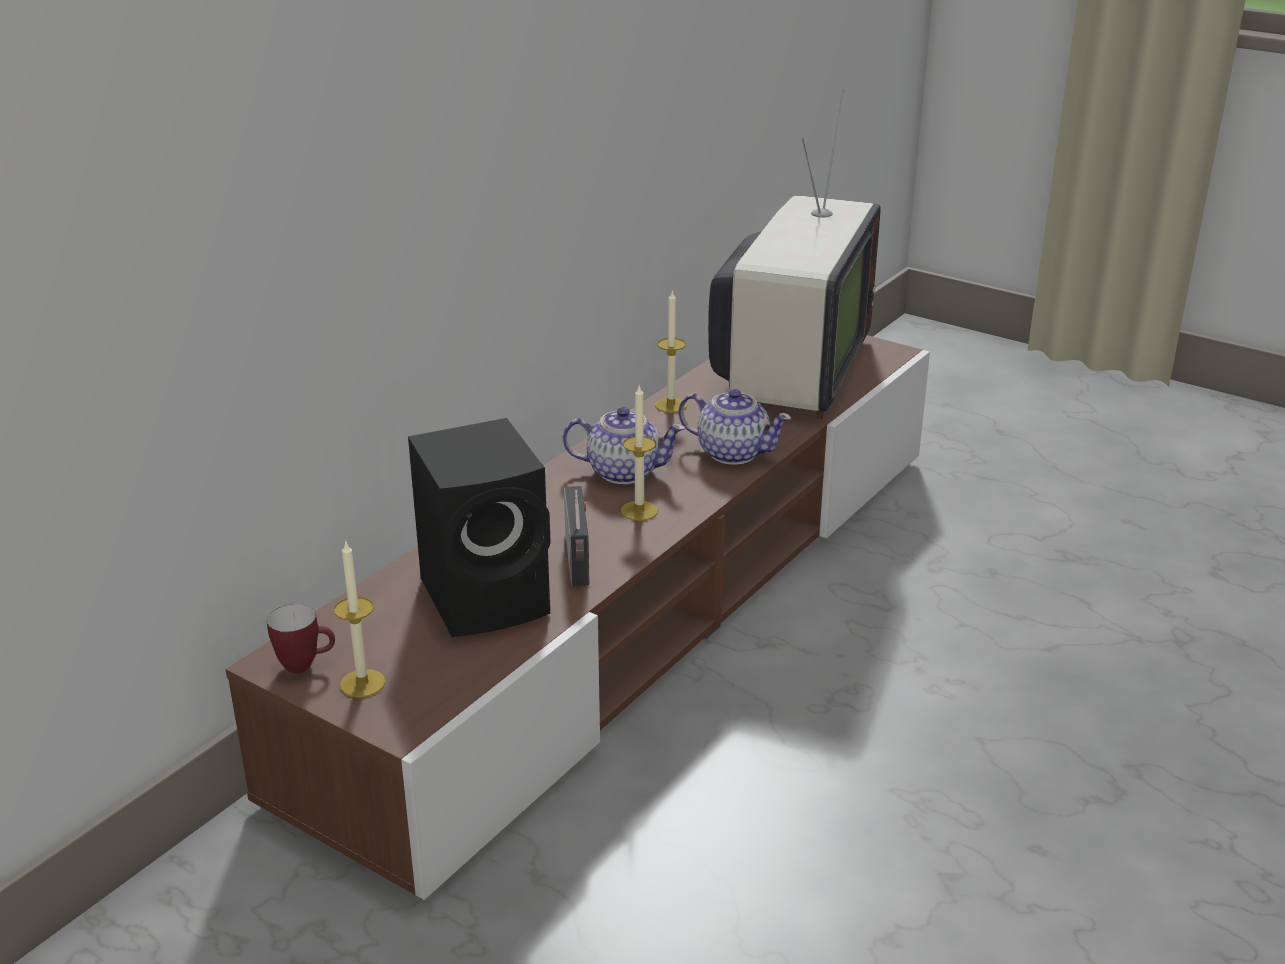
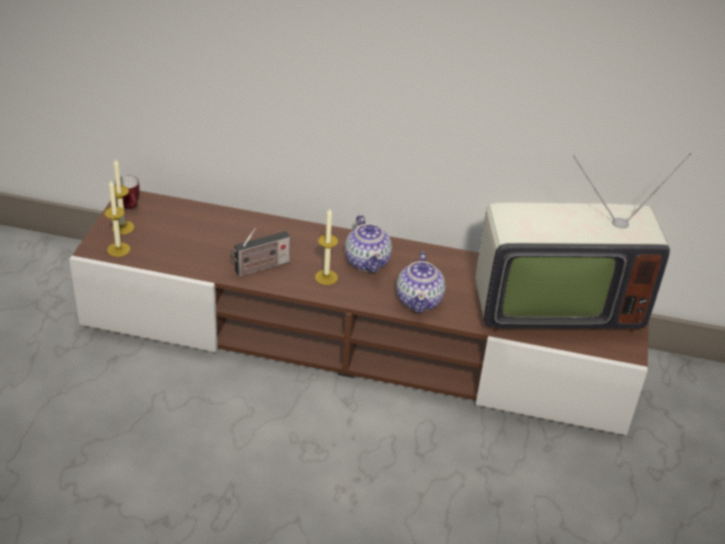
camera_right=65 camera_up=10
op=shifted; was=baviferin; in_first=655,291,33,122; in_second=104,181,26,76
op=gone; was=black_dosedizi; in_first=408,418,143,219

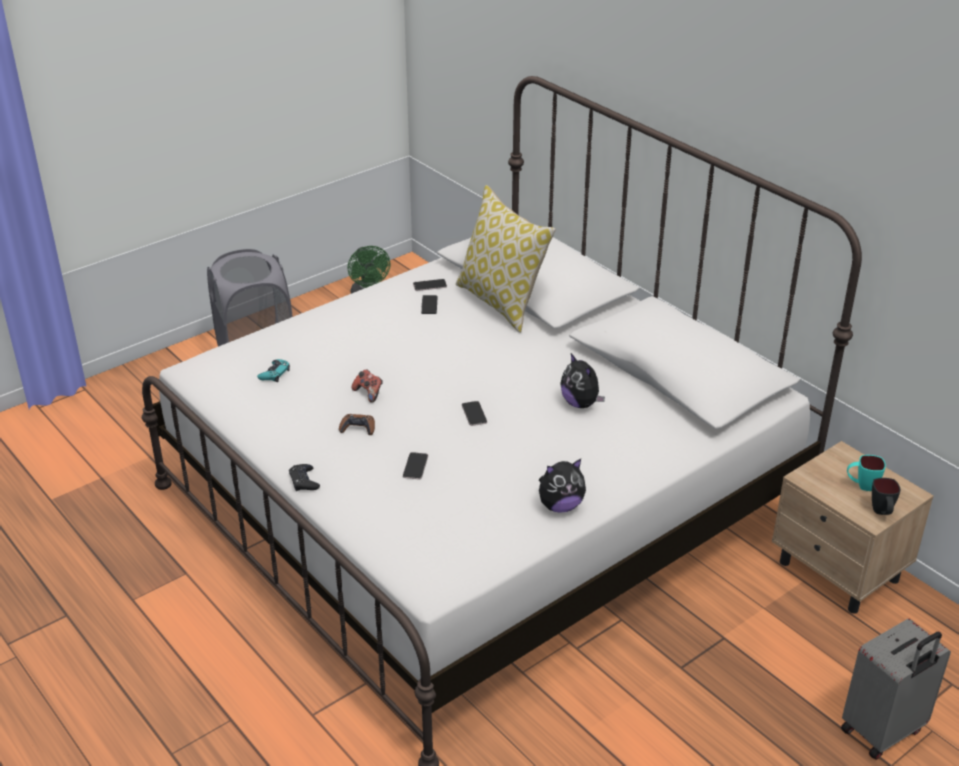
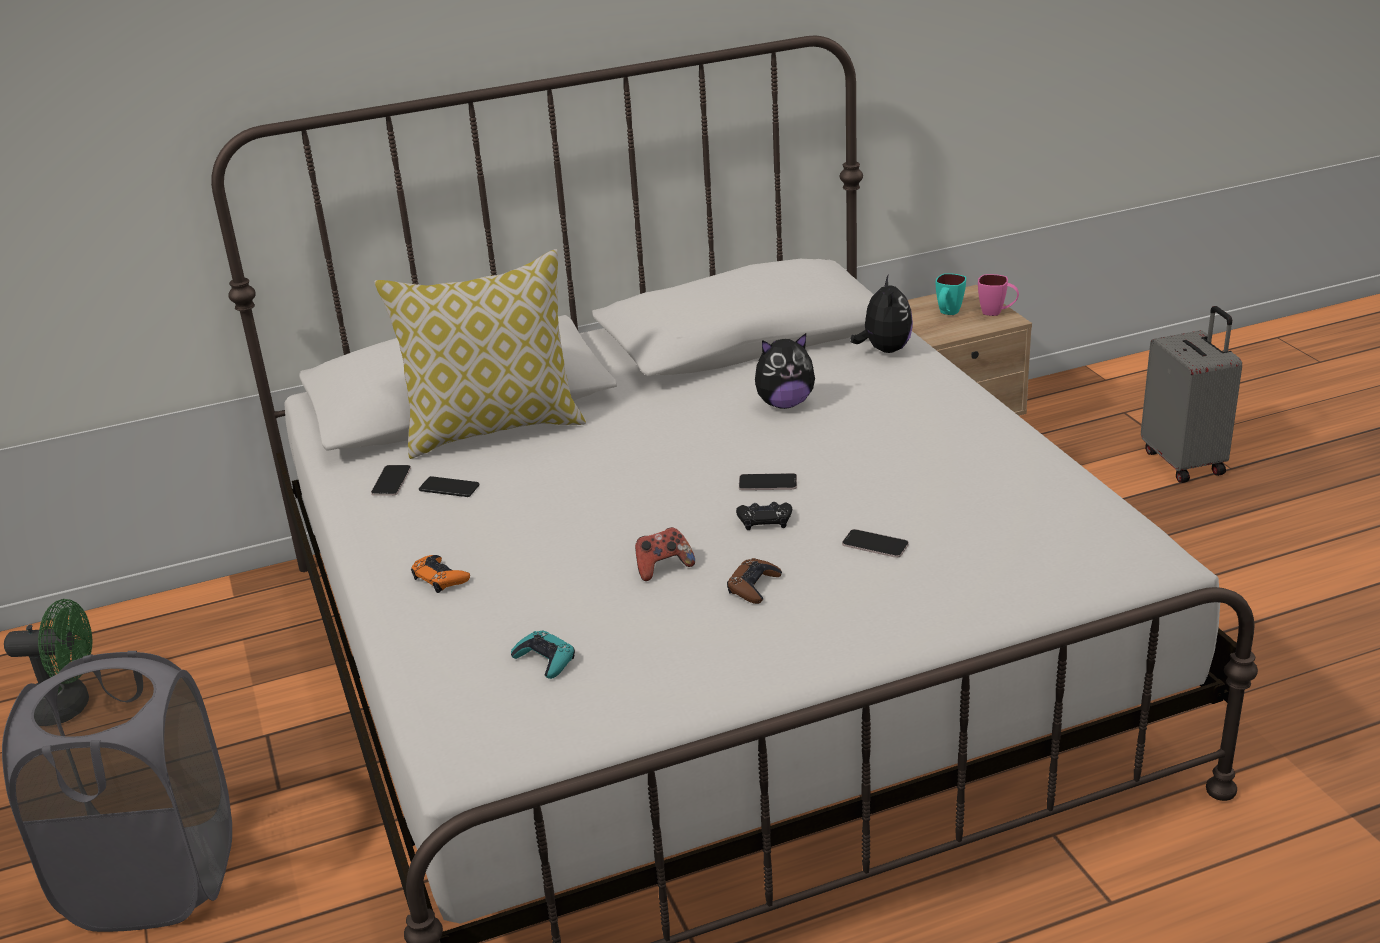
camera_right=-70 camera_up=-5
op=shifted; was=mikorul; in_first=539,459,47,54; in_second=850,275,63,78
op=shifted; was=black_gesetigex; in_first=289,464,31,27; in_second=736,502,56,28
op=repainted; was=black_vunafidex; now=pink_vunafidex; in_first=872,478,28,37; in_second=978,274,41,42
op=new; now=orange_gesetigex; in_second=411,555,59,38

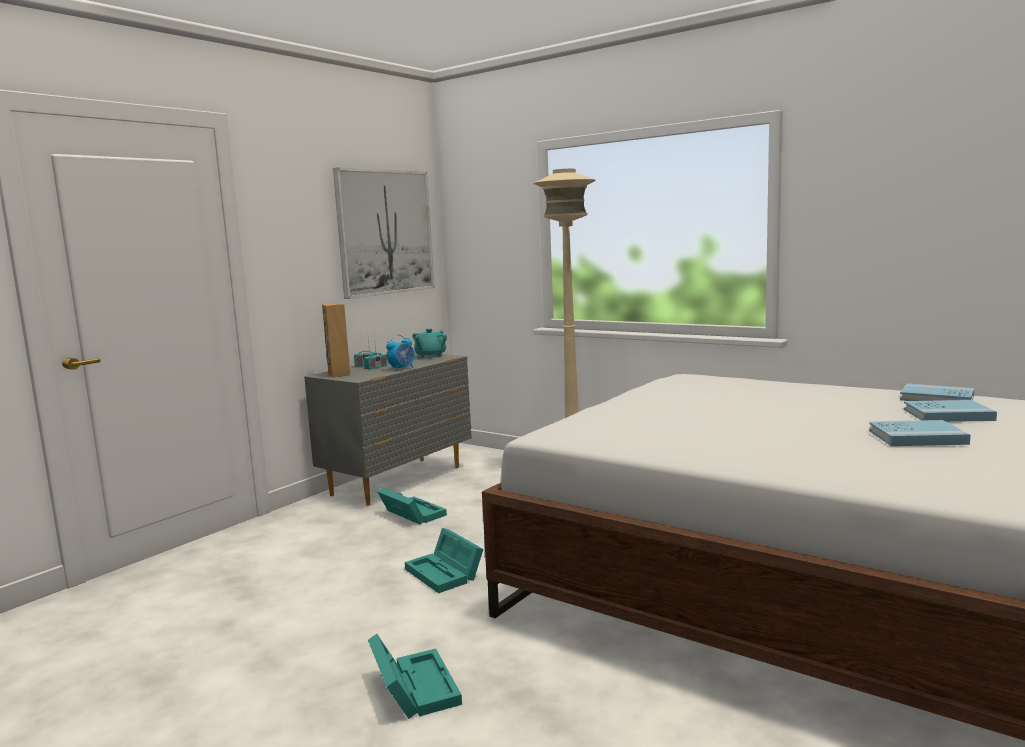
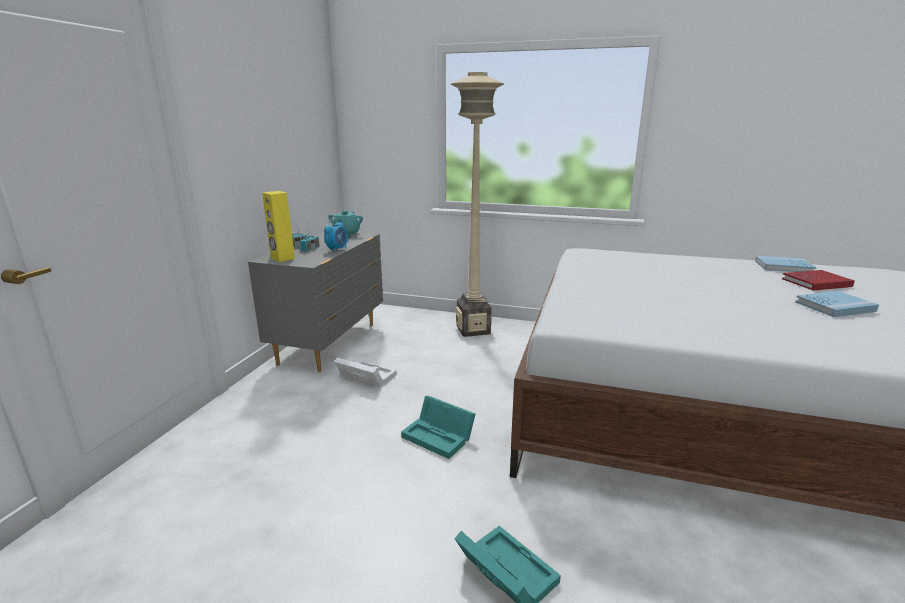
camera_right=-20 camera_up=10
op=gone; was=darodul; in_first=333,167,102,132
op=repainted; was=brown_dosedizi; now=yellow_dosedizi; in_first=322,303,28,74; in_second=262,191,33,71
op=repainted; was=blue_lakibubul; now=red_lakibubul; in_first=904,400,93,22; in_second=782,270,73,21
op=repainted; was=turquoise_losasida; now=white_losasida; in_first=377,487,70,37; in_second=334,357,63,30

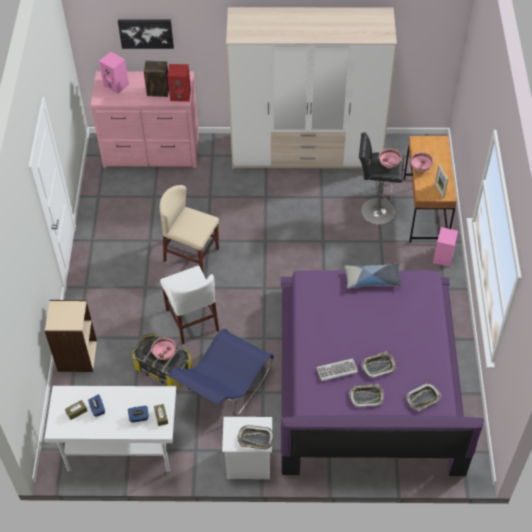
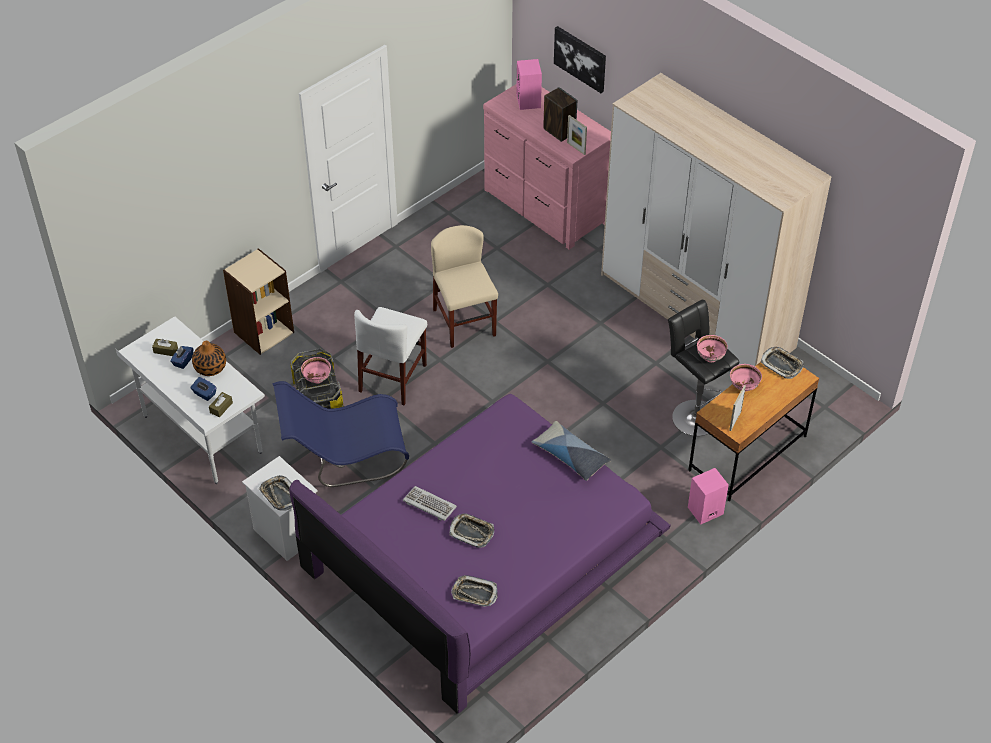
camera_right=45 camera_up=-5
op=swapped; was=red_dosedizi; now=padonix; in_first=168,64,23,38; in_second=567,115,20,40
op=shifted; was=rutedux; in_first=349,384,35,23; in_second=761,347,42,32
op=new; now=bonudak; in_second=192,341,34,35

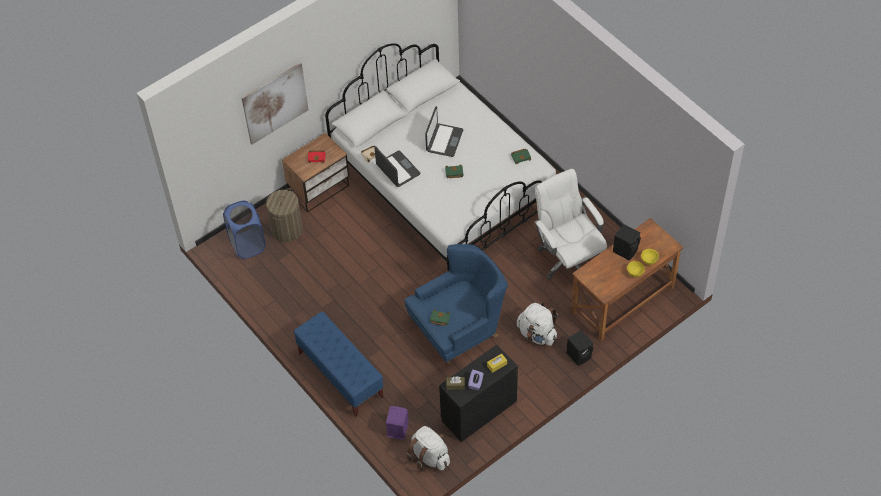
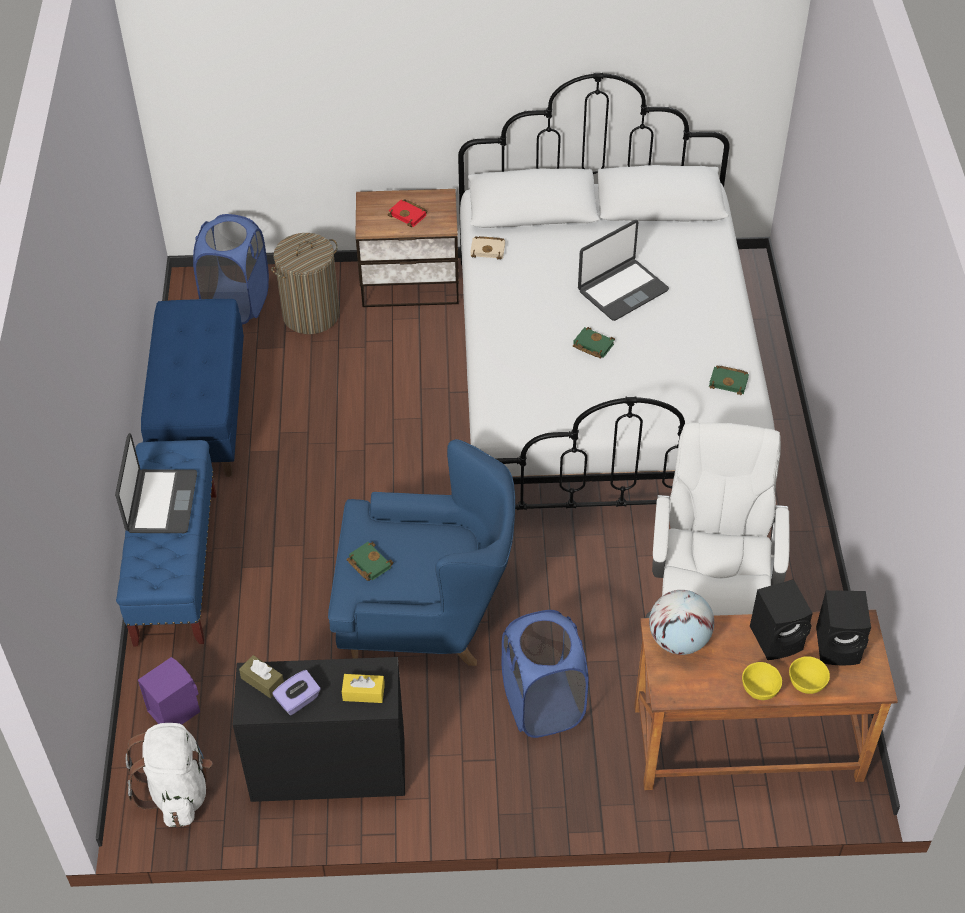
camera_right=35 camera_up=-5
op=gone; was=darodul; in_first=241,62,68,83
op=shifted; was=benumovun; in_first=375,146,46,41; in_second=115,433,82,100
op=swapped; was=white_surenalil; now=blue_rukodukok; in_first=517,301,41,45; in_second=502,610,86,128
op=shifted; was=black_dosedizi; in_first=566,330,27,36; in_second=816,590,55,75
op=new; now=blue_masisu; in_second=141,299,103,178
op=new; now=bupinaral; in_second=649,590,65,65

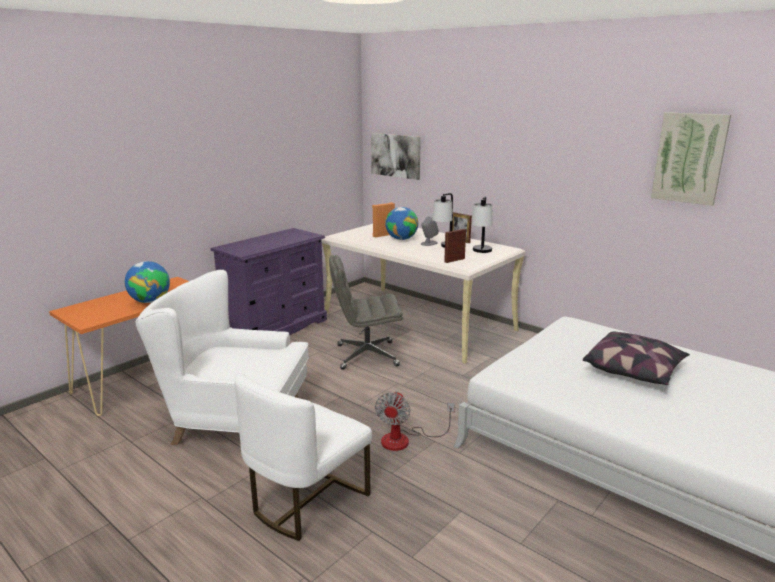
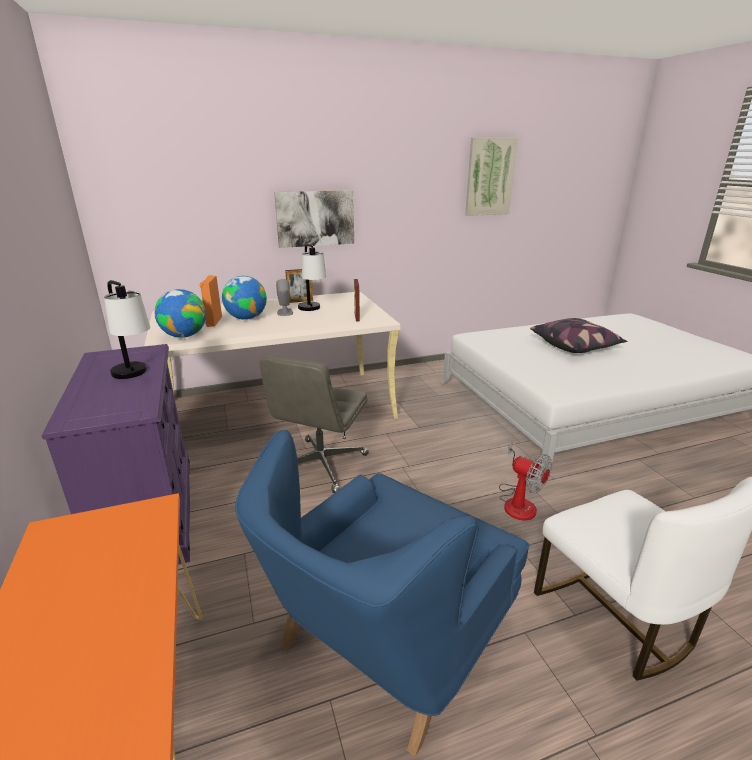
camera_right=-60 camera_up=5
op=shifted; was=darodul; in_first=371,133,50,47; in_second=274,190,80,58
op=shifted; was=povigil; in_first=472,196,21,57; in_second=104,280,46,99
op=shifted; was=bupinaral; in_first=125,261,45,42; in_second=154,289,52,49
op=repainted; was=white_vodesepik; now=blue_vodesepik; in_first=135,270,174,175; in_second=235,430,295,327

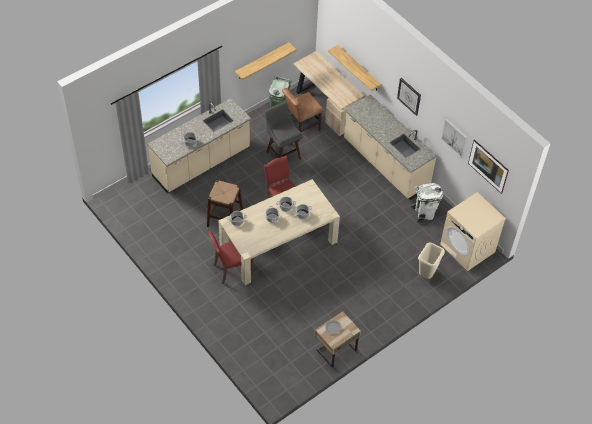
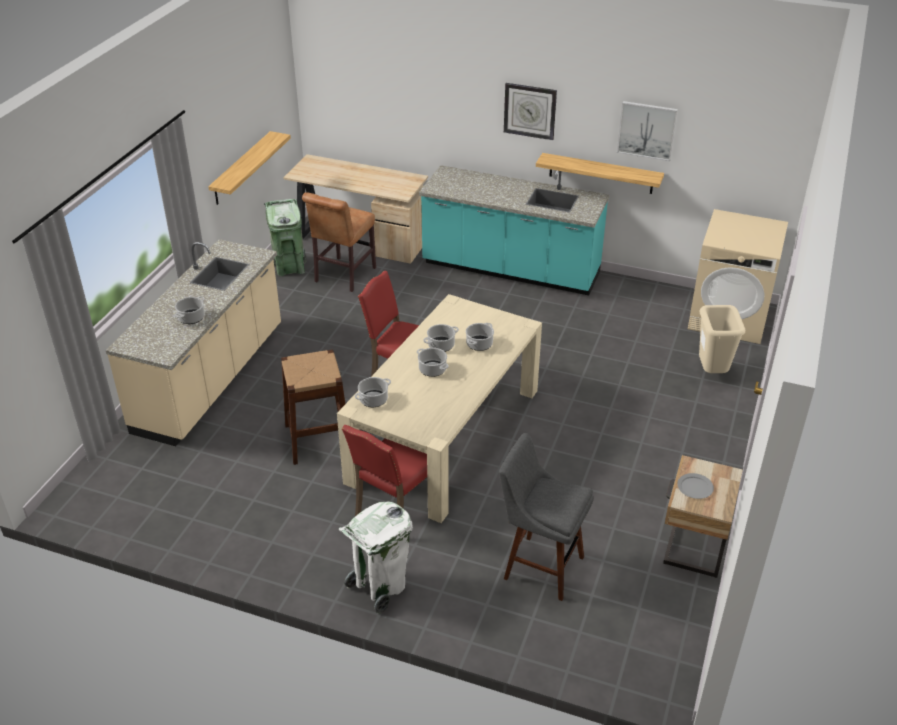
camera_right=-30 camera_up=-15
op=shifted; was=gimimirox; in_first=328,45,53,46; in_second=536,153,128,41
op=repainted; was=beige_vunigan; now=turquoise_vunigan; in_first=344,94,93,106; in_second=419,165,190,130
op=shifted; was=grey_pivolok; in_first=265,102,38,58; in_second=499,433,95,168
op=gone; was=darodul; in_first=468,140,41,54
op=shifted; was=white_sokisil; in_first=411,183,32,41; in_second=338,502,75,112

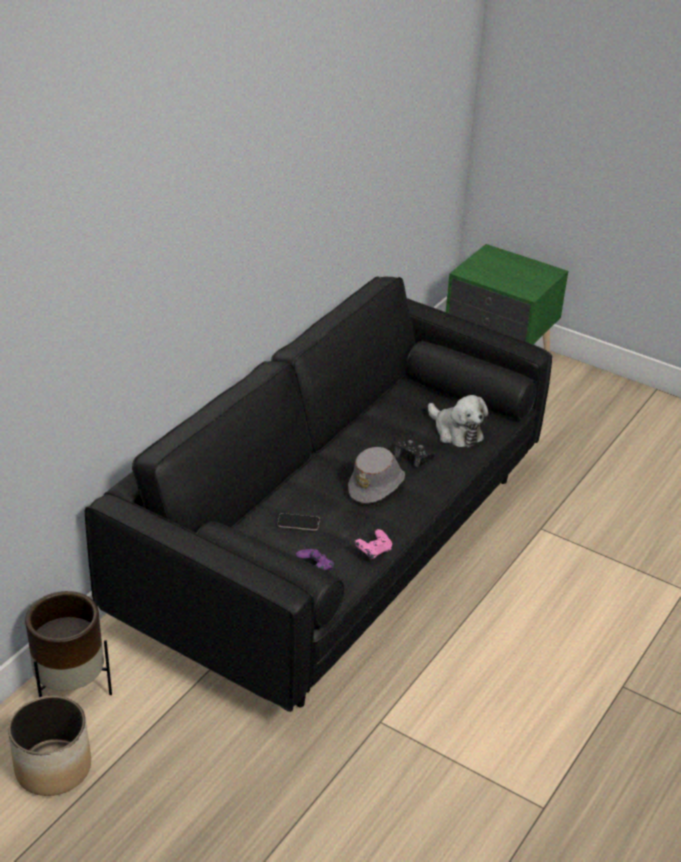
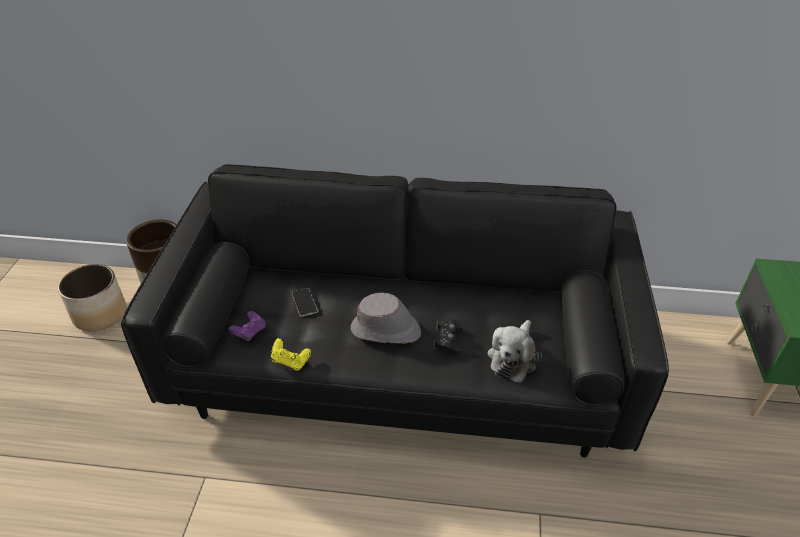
camera_right=65 camera_up=5
op=repainted; was=pink_gesetigex; now=yellow_gesetigex; in_first=355,529,37,30; in_second=271,338,40,33

